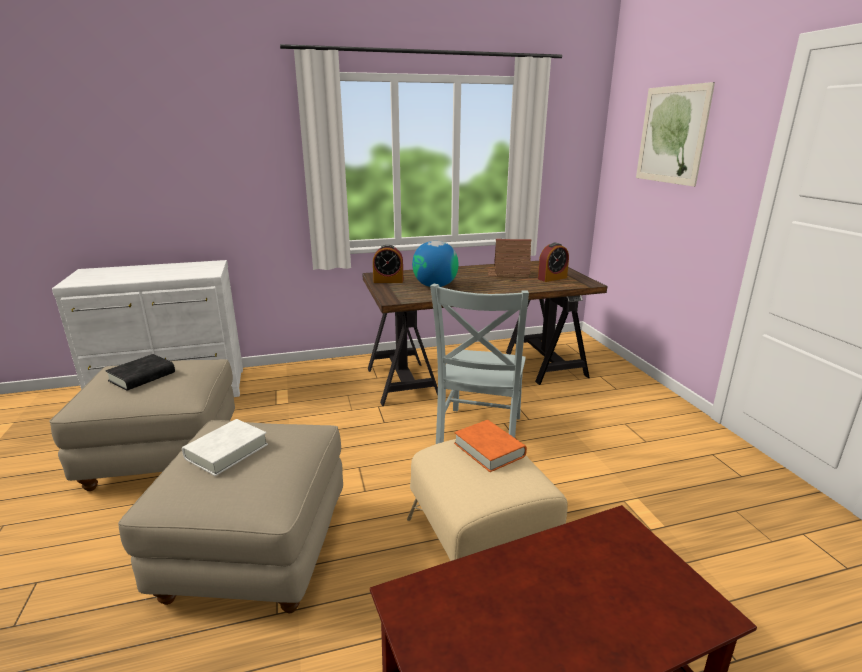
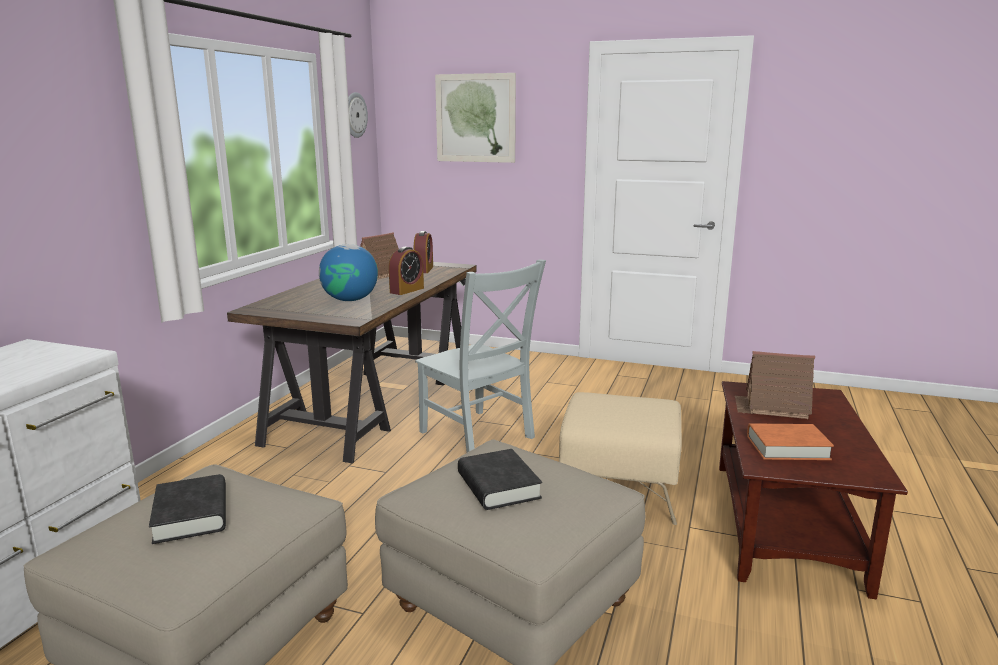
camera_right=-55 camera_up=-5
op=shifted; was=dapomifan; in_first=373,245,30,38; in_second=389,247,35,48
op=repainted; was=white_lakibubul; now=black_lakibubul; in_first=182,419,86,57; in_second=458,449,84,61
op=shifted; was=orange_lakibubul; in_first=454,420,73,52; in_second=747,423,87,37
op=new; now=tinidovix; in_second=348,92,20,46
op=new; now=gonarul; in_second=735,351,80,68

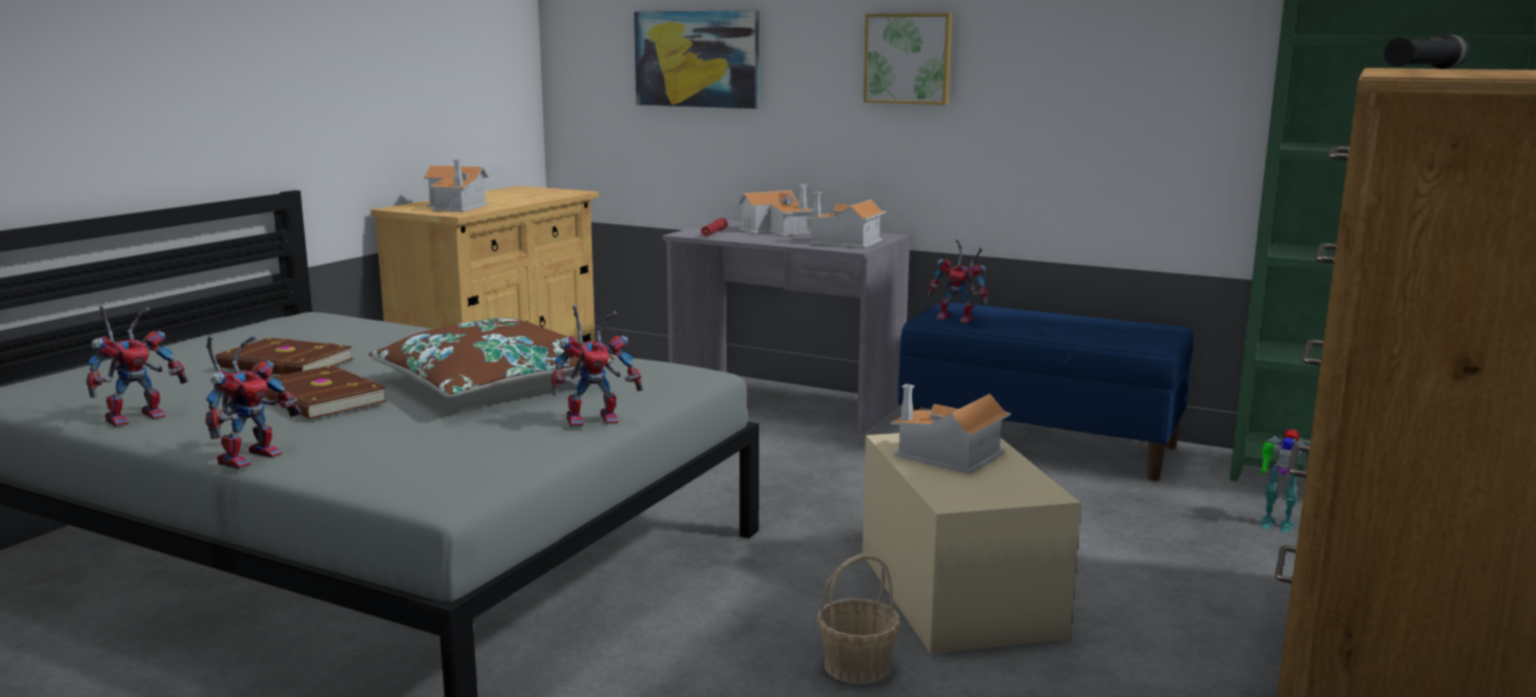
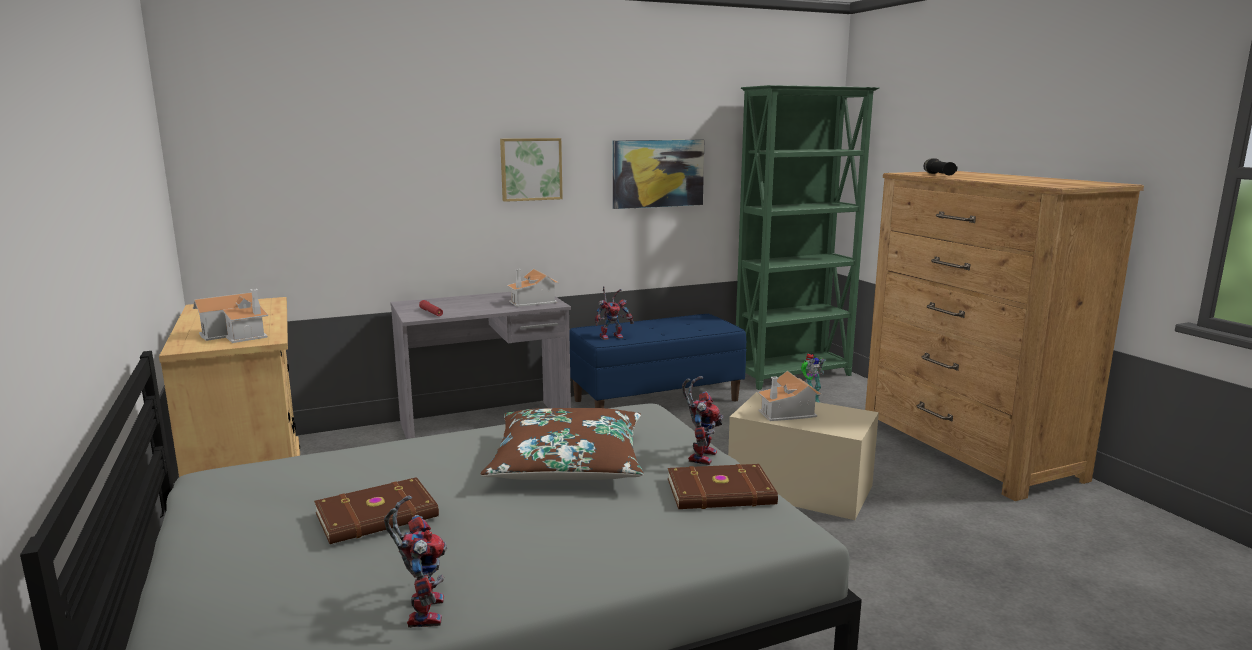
camera_right=-50 camera_up=0
op=shifted; was=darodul; in_first=634,10,125,99; in_second=613,140,91,69
op=gone; was=gonarul; in_first=736,184,77,52
op=gone; was=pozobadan; in_first=206,336,95,134
op=shifted; was=brown_lakibubul; in_first=264,365,123,54; in_second=668,464,110,45
op=gone; was=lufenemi; in_first=818,554,82,130

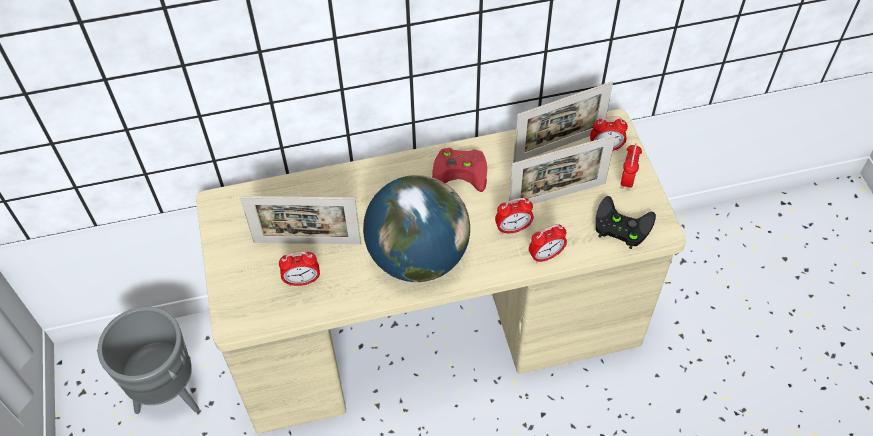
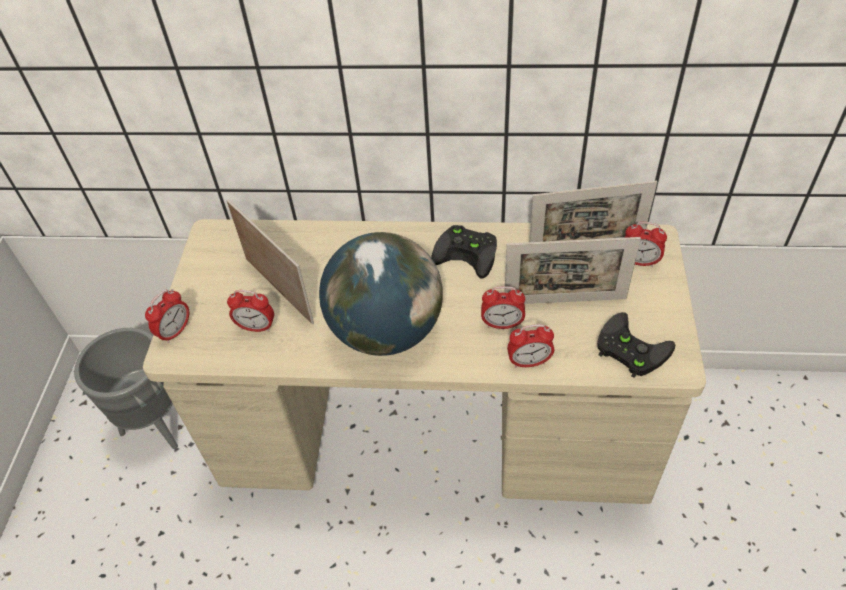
camera_right=20 camera_up=-5
op=shifted; was=dapomifan; in_first=621,143,21,47; in_second=145,289,44,55
op=repainted; was=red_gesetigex; now=black_gesetigex; in_first=432,148,55,44; in_second=431,225,66,54
op=rotated; was=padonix; in_first=240,196,121,48; in_second=227,199,87,125; clockwise=-150

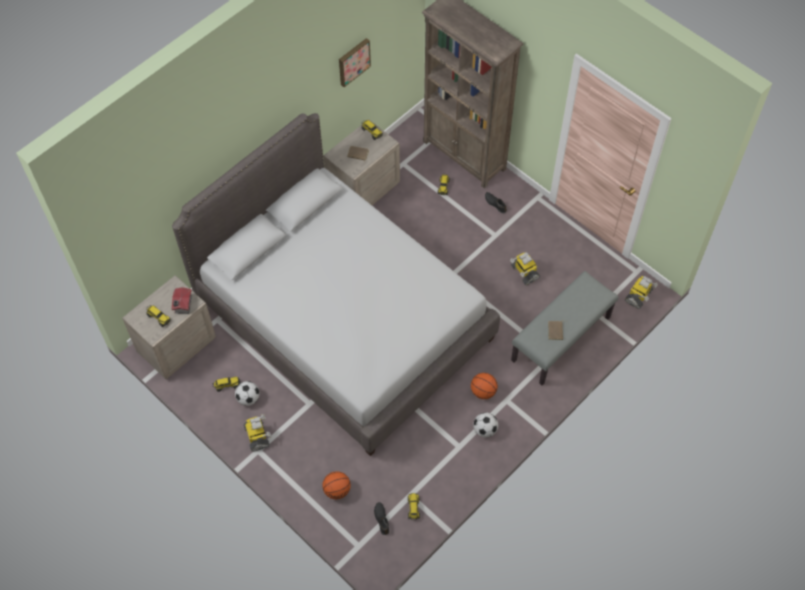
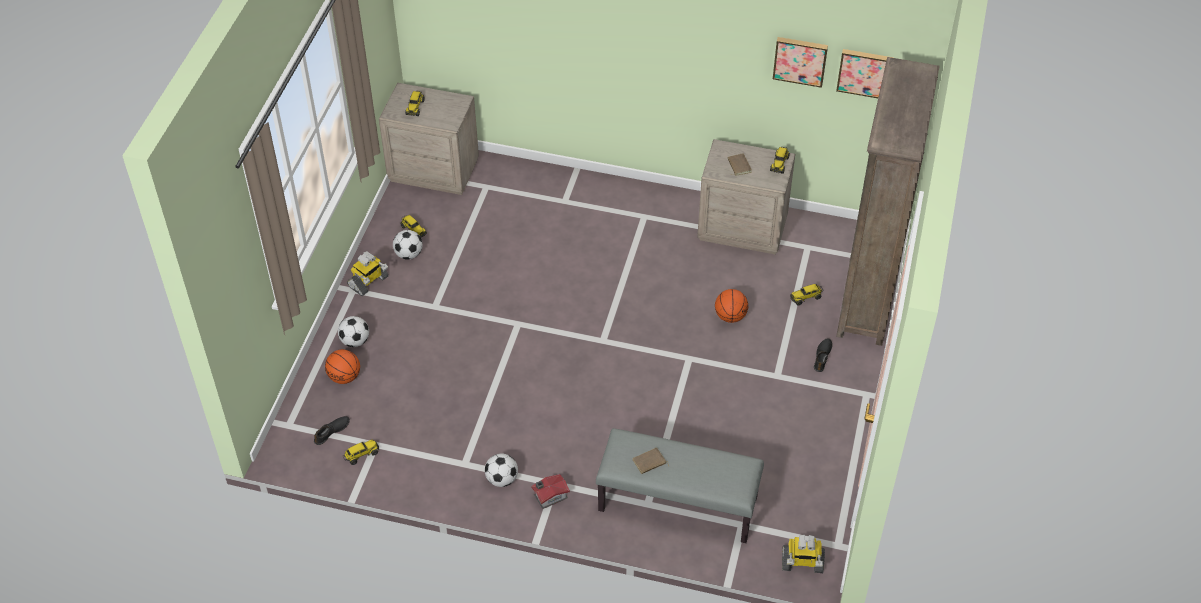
camera_right=60 camera_up=-10
op=gone; was=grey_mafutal; in_first=172,113,328,343
op=gone; was=pozobadan; in_first=510,252,30,33
op=shifted; was=gonarul; in_first=172,287,20,27; in_second=531,474,39,35
op=shifted; was=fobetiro; in_first=471,373,27,26; in_second=715,289,33,34
op=new; now=darodul; in_second=836,49,58,49
op=new; now=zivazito; in_second=338,316,31,31

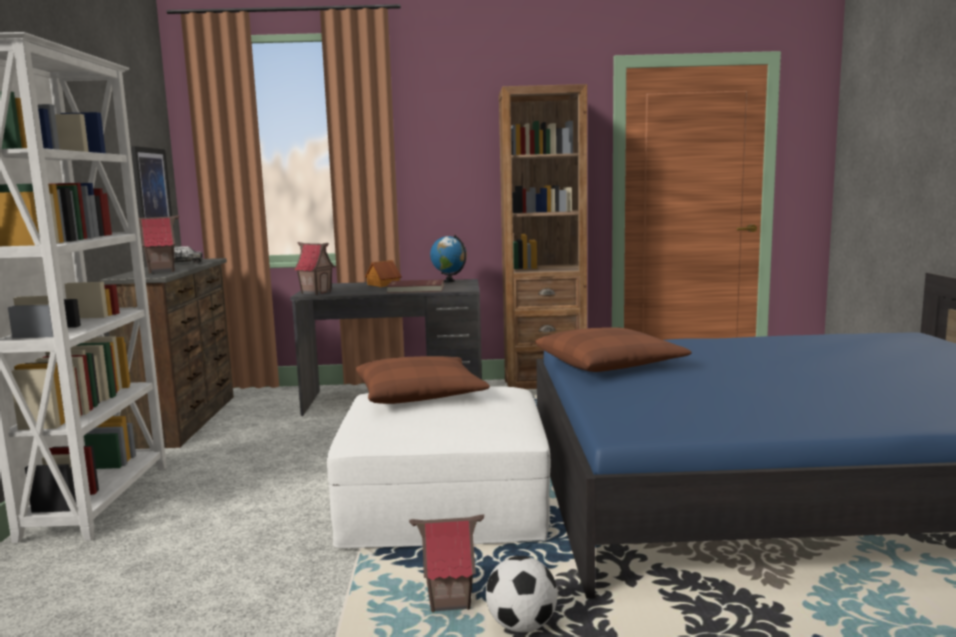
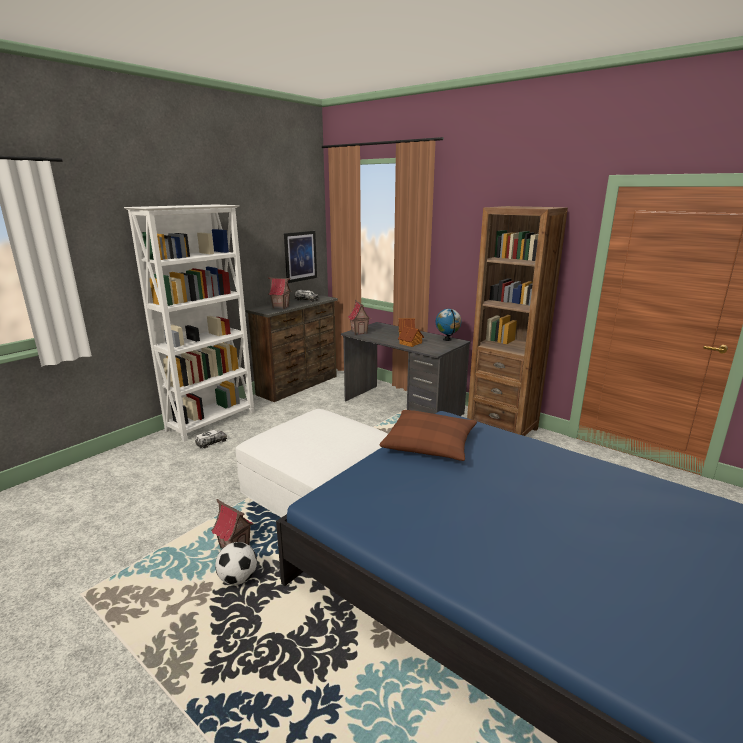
camera_right=40 camera_up=10
op=swapped; was=red_lakibubul; now=gonarul; in_first=387,279,57,14; in_second=398,326,26,21
op=gone; was=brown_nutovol; in_first=356,356,134,48
op=new; now=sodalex; in_second=195,430,32,18

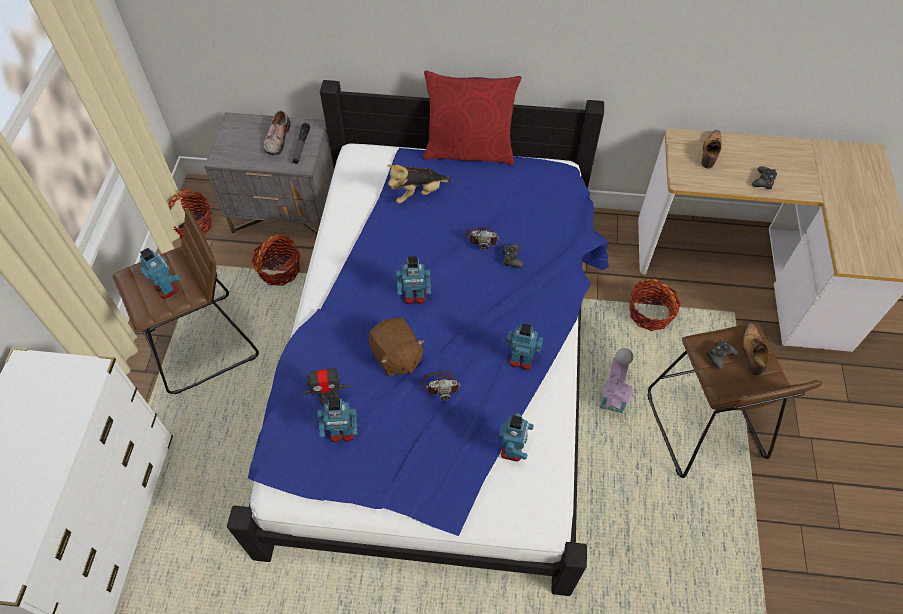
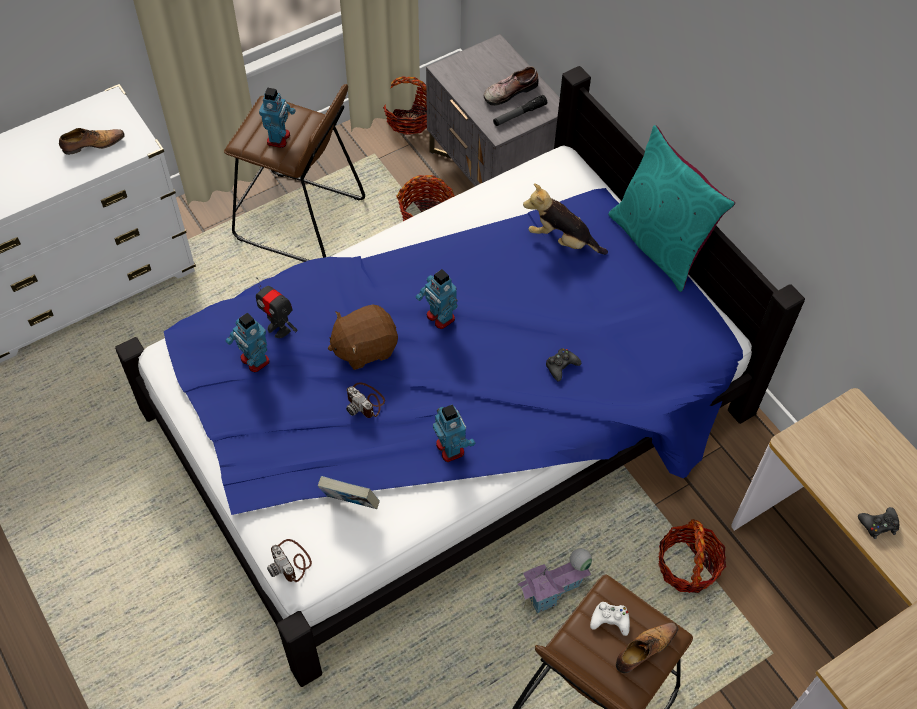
camera_right=50 camera_up=0
op=repainted; was=red_nutovol; now=turquoise_nutovol; in_first=423,71,98,94; in_second=608,125,127,167
op=shifted; was=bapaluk; in_first=701,130,21,39; in_second=59,128,66,27
op=shifted; was=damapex; in_first=466,227,34,23; in_second=267,539,45,43
op=rotated; was=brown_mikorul; in_first=369,317,56,60; in_second=328,304,70,66; clockwise=45
op=repainted; was=black_gesetigex; now=white_gesetigex; in_first=706,340,32,30; in_second=590,602,40,34
op=swapped; was=pozobadan; now=lakibubul; in_first=500,413,34,49; in_second=318,476,62,33

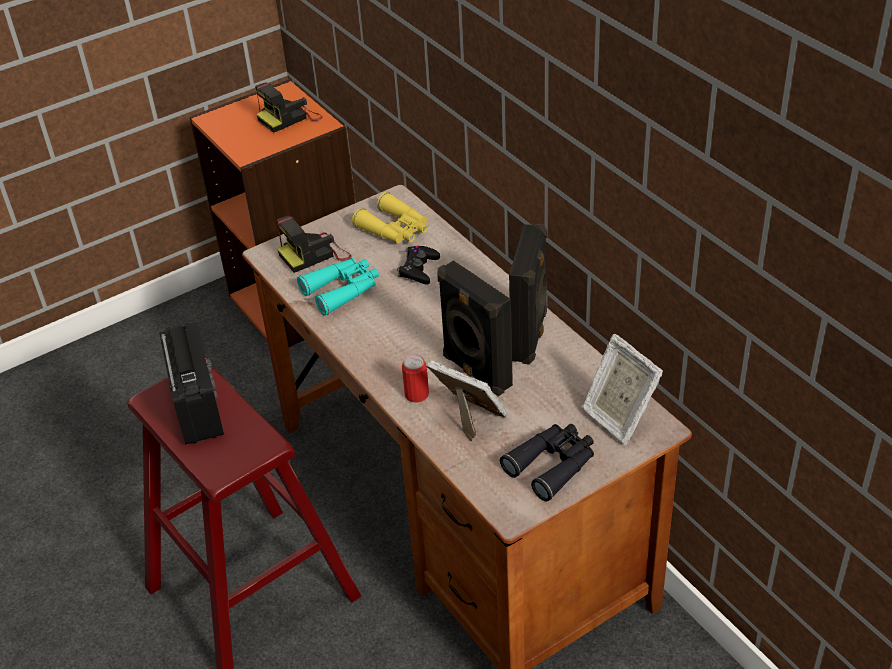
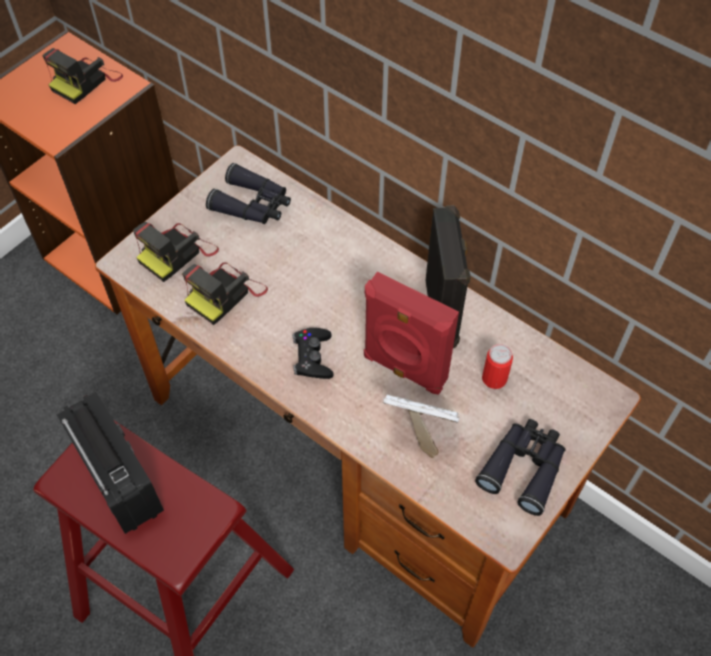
camera_right=-20 camera_up=15
op=repainted; was=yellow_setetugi; now=black_setetugi; in_first=352,192,76,51; in_second=206,163,85,61
op=shifted; was=black_gesetigex; in_first=397,246,43,39; in_second=293,328,41,51
op=swapped; was=turquoise_setetugi; now=damapex; in_first=297,258,82,58; in_second=182,262,86,63
op=repainted; was=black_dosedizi; now=red_dosedizi; in_first=438,260,75,136; in_second=364,271,95,124
op=gone; was=padonix; in_first=582,334,81,111
op=shifted; was=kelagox; in_first=402,354,27,48; in_second=482,344,31,45

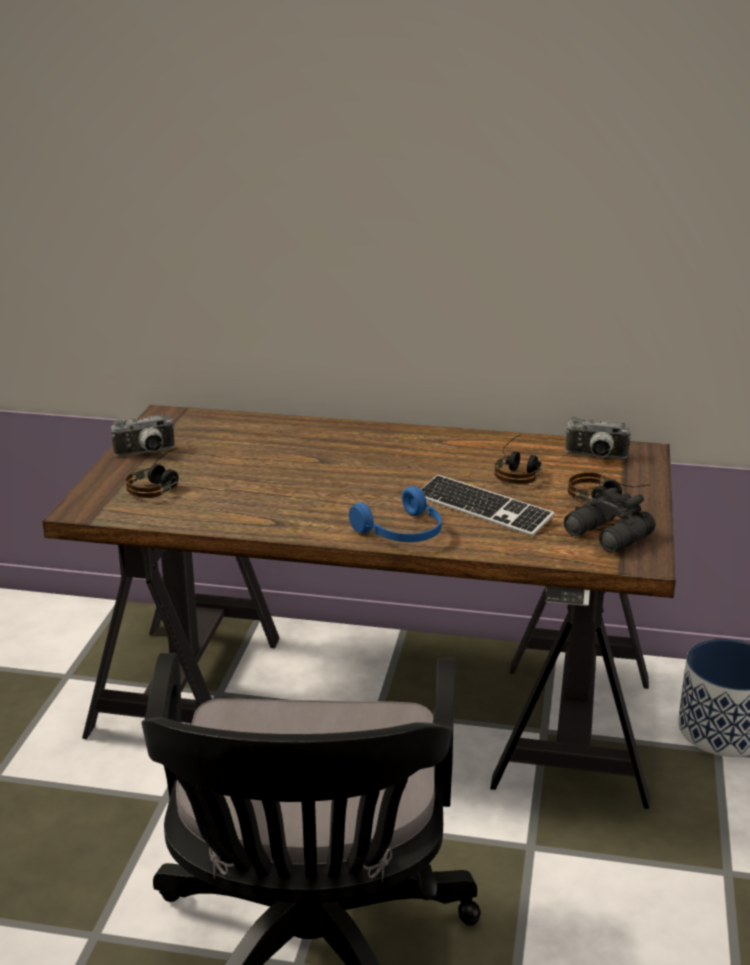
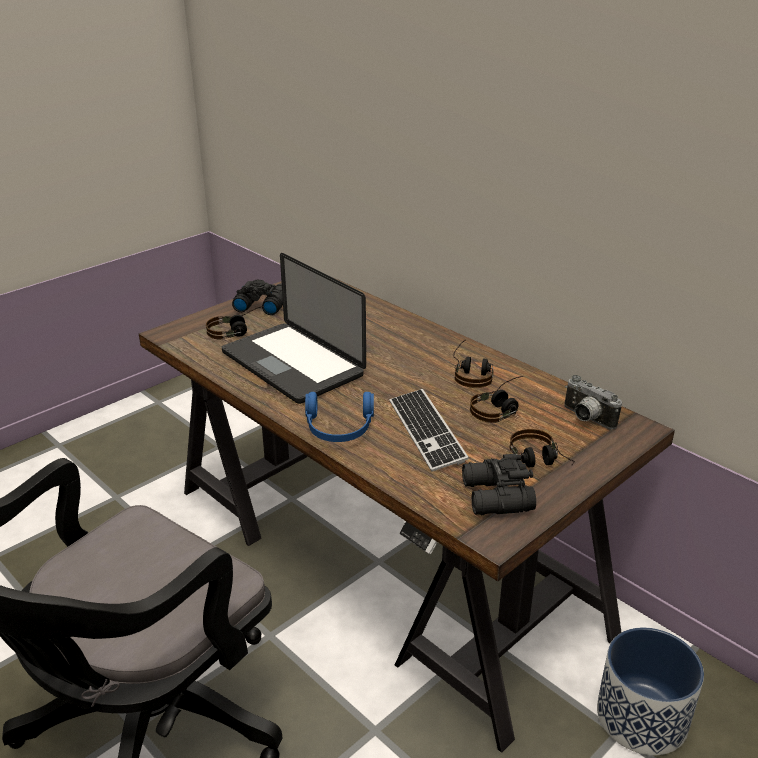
camera_right=35 camera_up=5
op=swapped; was=damapex; now=black_setetugi; in_first=111,414,64,43; in_second=232,280,51,35
op=new; now=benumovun; in_second=222,253,144,151
op=new; now=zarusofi; in_second=453,339,41,49

